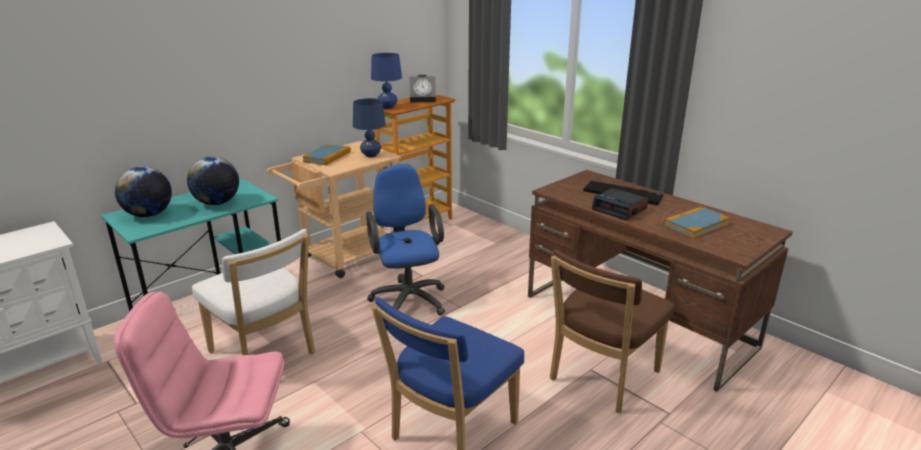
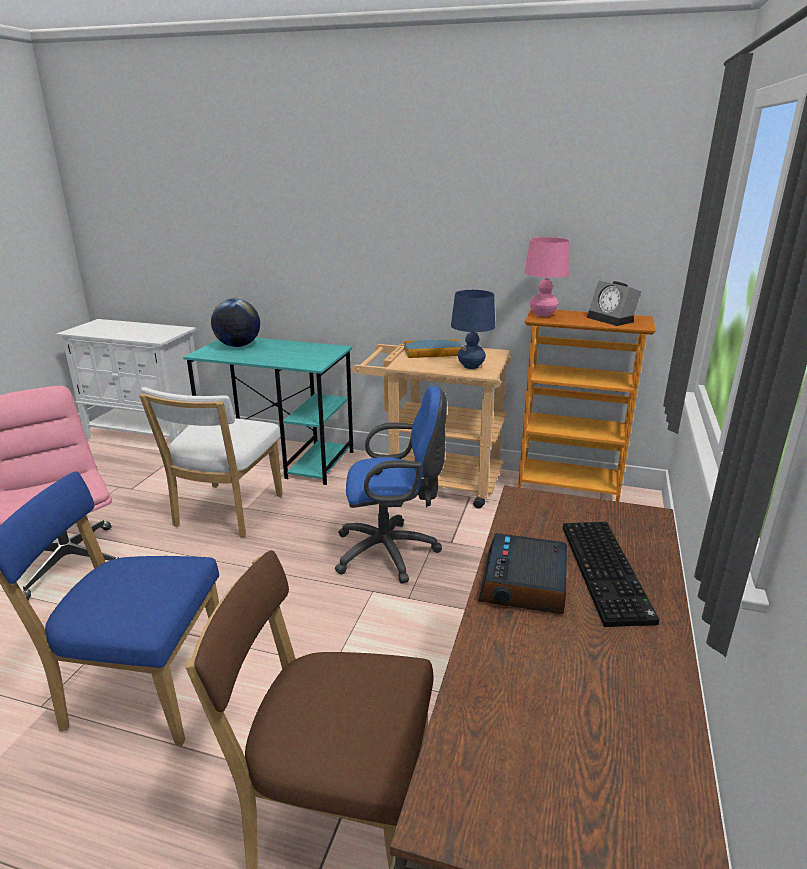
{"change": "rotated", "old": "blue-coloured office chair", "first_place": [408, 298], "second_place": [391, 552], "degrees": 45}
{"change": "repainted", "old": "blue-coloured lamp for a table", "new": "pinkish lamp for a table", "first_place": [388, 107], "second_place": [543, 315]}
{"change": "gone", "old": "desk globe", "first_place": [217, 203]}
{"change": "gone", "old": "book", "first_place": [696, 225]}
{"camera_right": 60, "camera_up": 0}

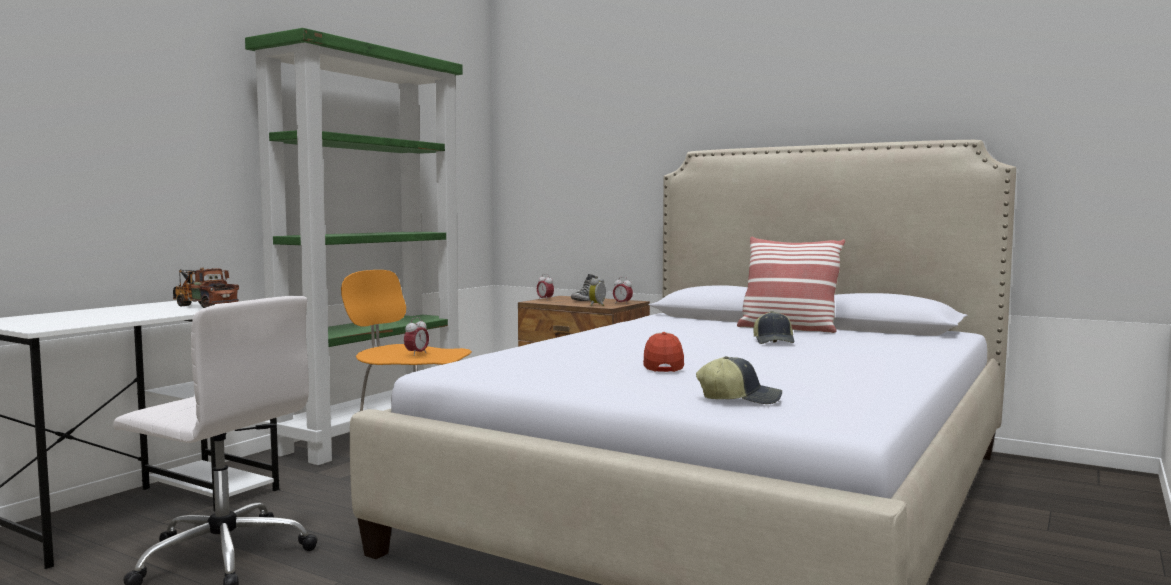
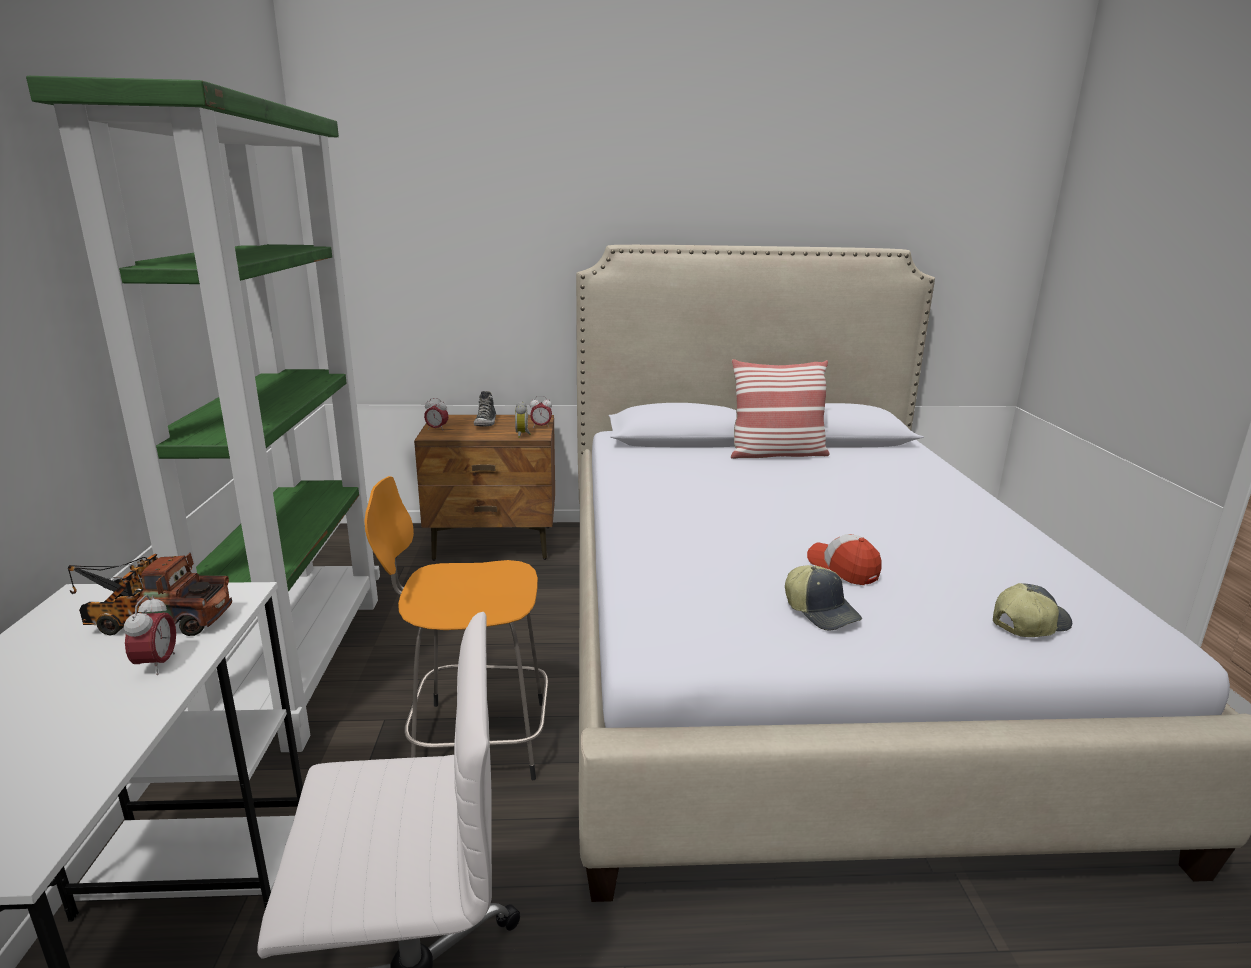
{"change": "shifted", "old": "alarm clock", "first_place": [416, 354], "second_place": [157, 664]}
{"change": "shifted", "old": "peaked cap", "first_place": [774, 342], "second_place": [821, 611]}
{"camera_right": -35, "camera_up": 15}

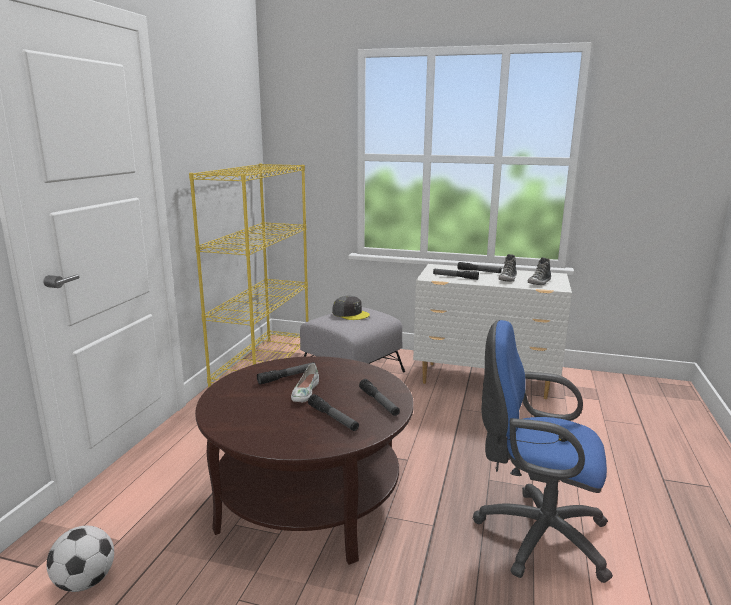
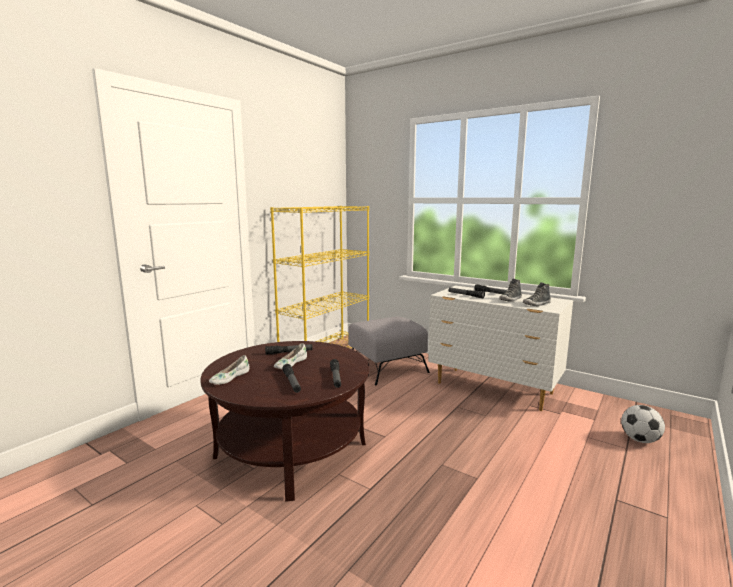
{"change": "new", "new": "white shoe", "second_place": [229, 377]}
{"change": "shifted", "old": "football ball", "first_place": [85, 581], "second_place": [640, 440]}
{"change": "gone", "old": "grey peaked cap", "first_place": [350, 314]}
{"change": "gone", "old": "blue-coloured office chair", "first_place": [535, 534]}
{"camera_right": 20, "camera_up": -5}

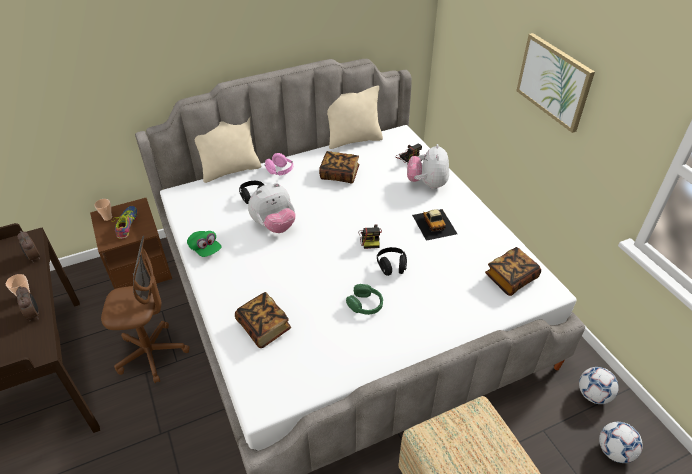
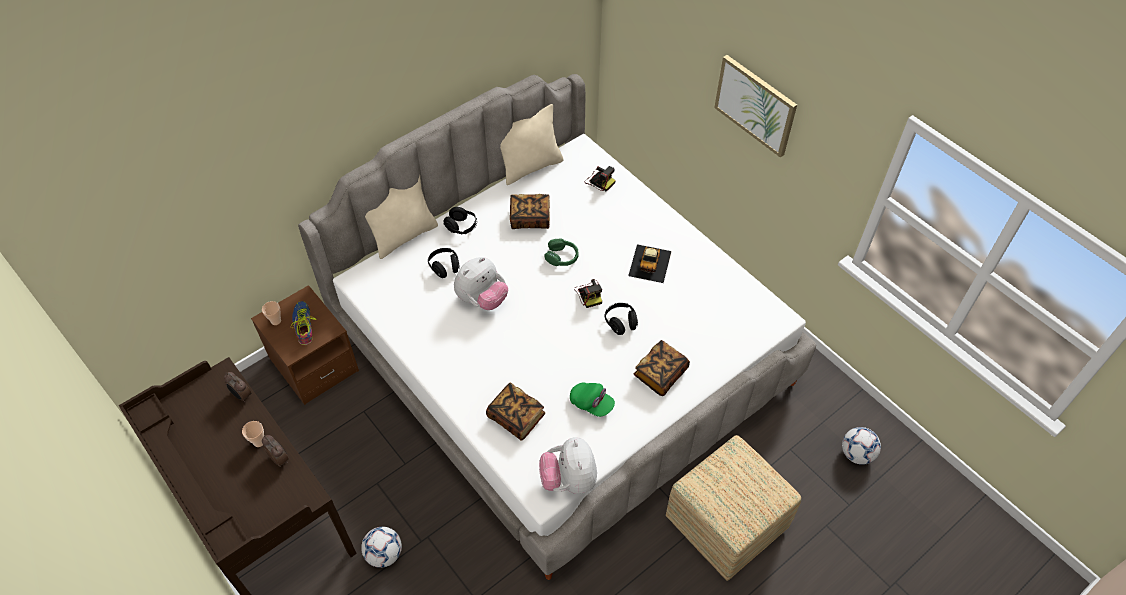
{"change": "shifted", "old": "football ball", "first_place": [593, 395], "second_place": [384, 554]}
{"change": "repainted", "old": "pinkish pair of headphones", "new": "blackish pair of headphones", "first_place": [280, 171], "second_place": [461, 227]}
{"change": "shifted", "old": "plush toy", "first_place": [427, 184], "second_place": [569, 480]}
{"change": "shifted", "old": "green pair of headphones", "first_place": [365, 304], "second_place": [562, 257]}
{"change": "shifted", "old": "green peaked cap", "first_place": [205, 249], "second_place": [591, 404]}
{"change": "rotated", "old": "toy car", "first_place": [434, 224], "second_place": [650, 263], "degrees": 45}
{"change": "shifted", "old": "book", "first_place": [511, 278], "second_place": [660, 374]}
{"change": "gone", "old": "brown office chair", "first_place": [152, 354]}
{"camera_right": -15, "camera_up": 10}

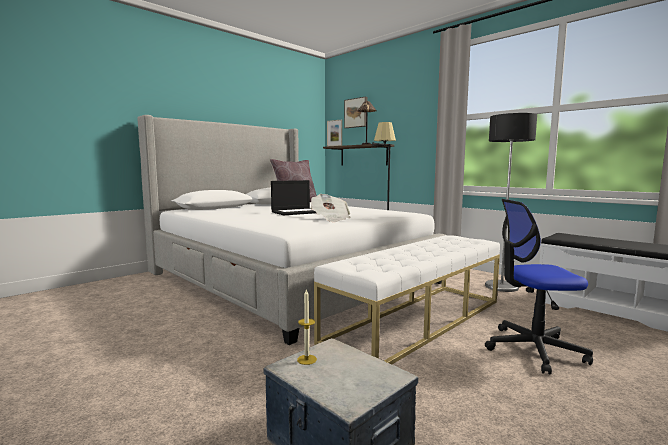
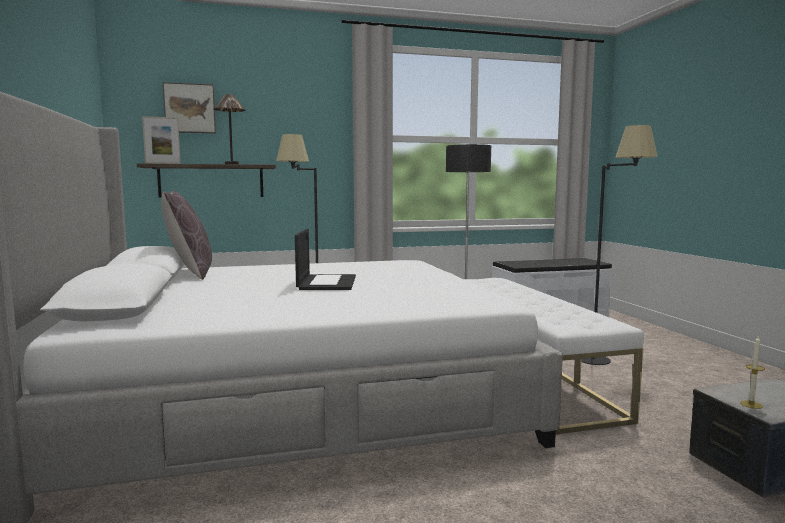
{"change": "swapped", "old": "office chair", "new": "blackish standing lamp", "first_place": [533, 349], "second_place": [609, 360]}
{"change": "gone", "old": "daily paper", "first_place": [330, 219]}
{"camera_right": -60, "camera_up": 0}

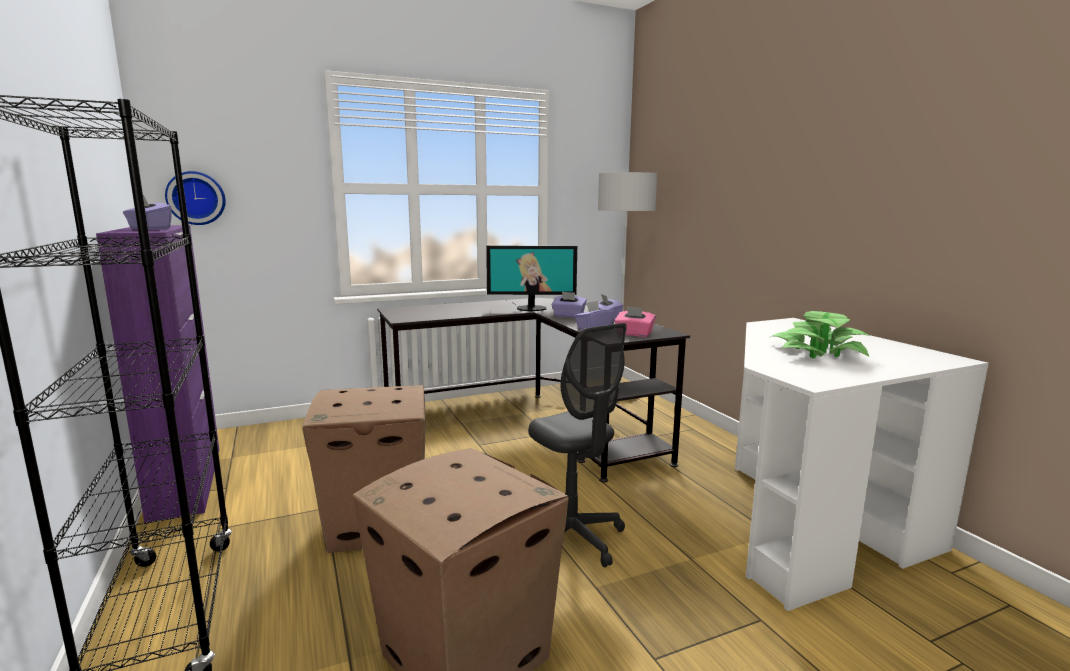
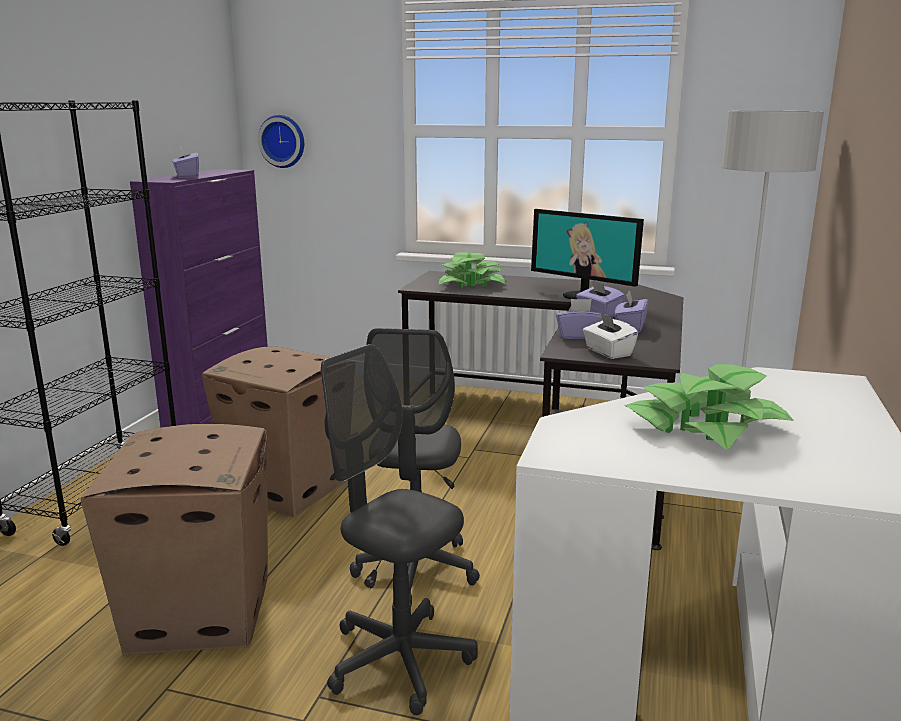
{"change": "new", "new": "grey office chair", "second_place": [399, 660]}
{"change": "new", "new": "potted plant", "second_place": [472, 284]}
{"change": "repainted", "old": "pinkish tissue box", "new": "white tissue box", "first_place": [634, 334], "second_place": [608, 352]}
{"camera_right": 40, "camera_up": 5}

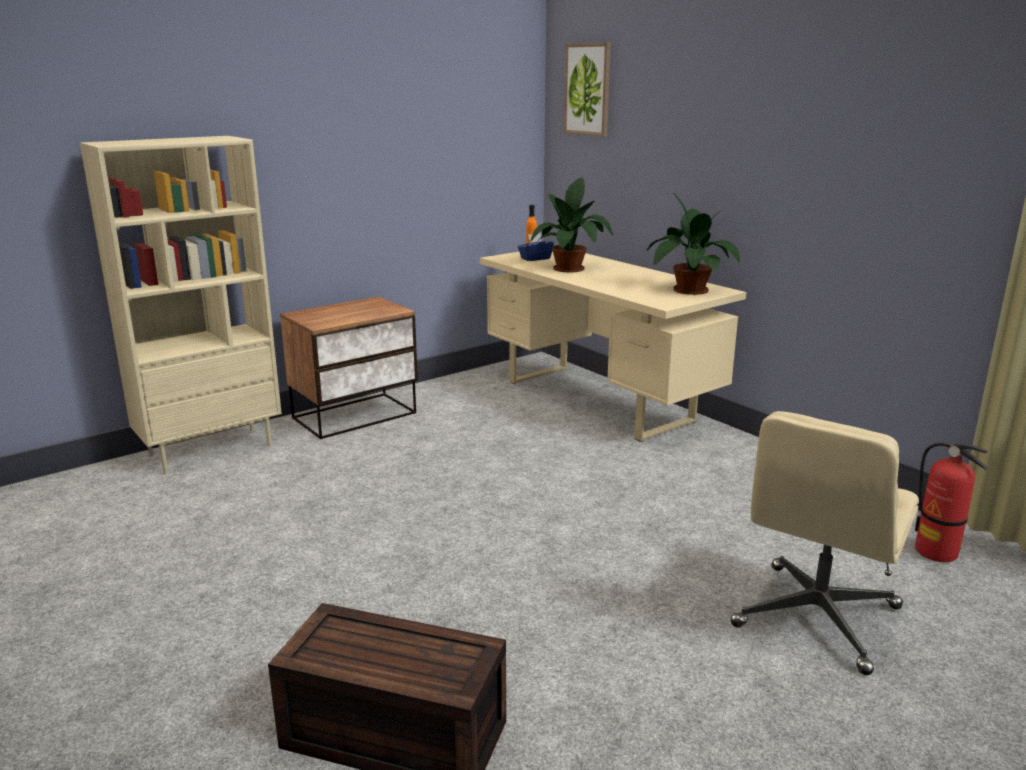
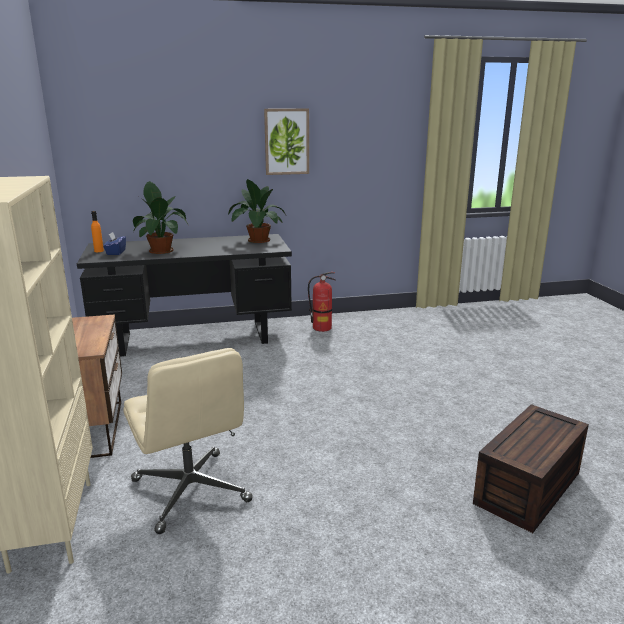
{"change": "repainted", "old": "sand-coloured desk table", "new": "blackish desk table", "first_place": [598, 400], "second_place": [195, 338]}
{"change": "shifted", "old": "sand-coloured office chair", "first_place": [816, 618], "second_place": [191, 491]}
{"change": "shifted", "old": "wall picture", "first_place": [588, 89], "second_place": [286, 141]}
{"change": "shifted", "old": "fire extinguisher", "first_place": [936, 552], "second_place": [322, 328]}
{"camera_right": -65, "camera_up": 0}

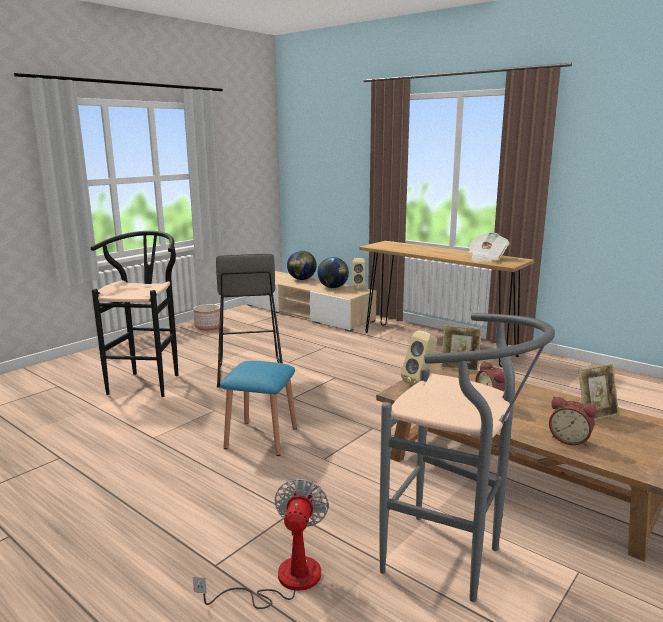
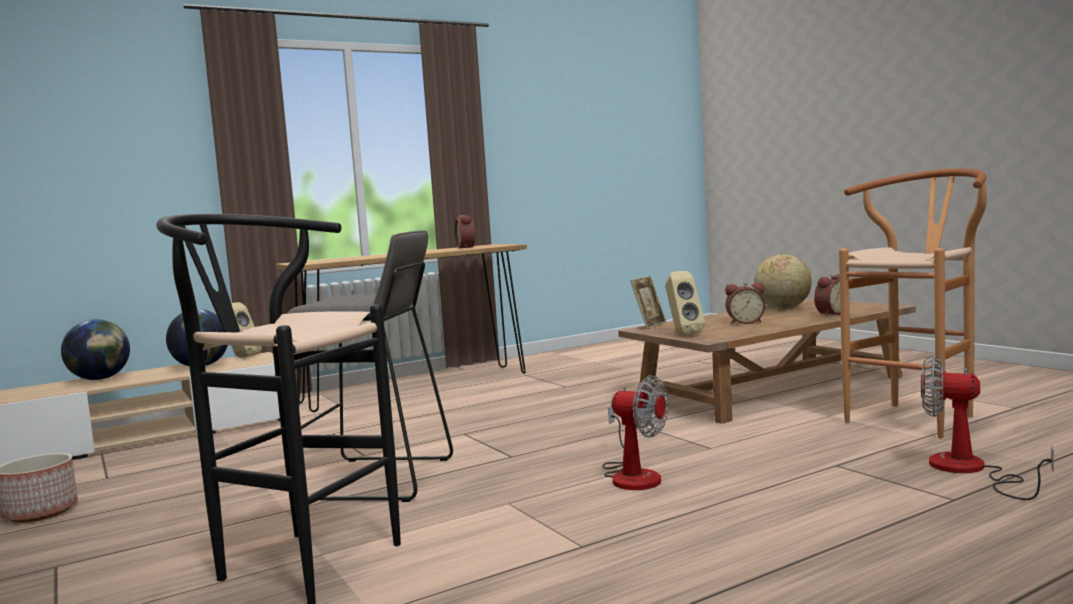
{"change": "swapped", "old": "daily paper", "new": "alarm clock", "first_place": [486, 258], "second_place": [467, 247]}
{"change": "swapped", "old": "blue-coloured stool", "new": "cooling fan", "first_place": [261, 438], "second_place": [633, 475]}
{"change": "swapped", "old": "photo frame", "new": "desk globe", "first_place": [595, 415], "second_place": [783, 308]}
{"change": "repainted", "old": "grey stool", "new": "brown stool", "first_place": [453, 562], "second_place": [917, 417]}
{"camera_right": -70, "camera_up": -10}

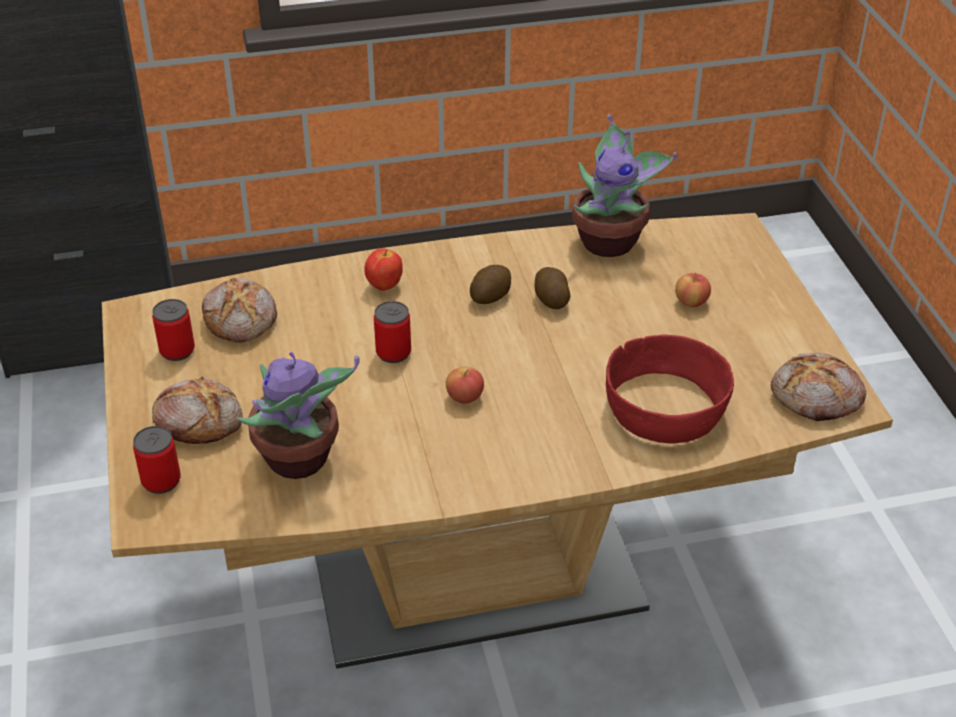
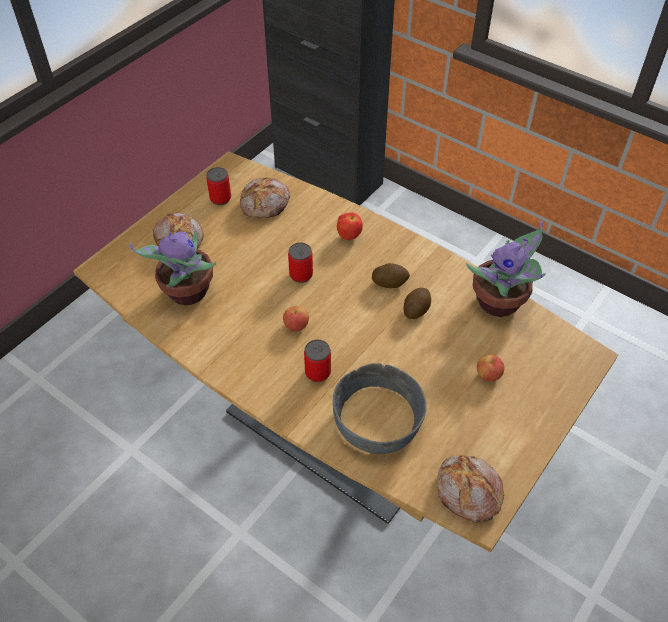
{"change": "shifted", "old": "metal can", "first_place": [161, 481], "second_place": [318, 372]}
{"change": "repainted", "old": "red-coloured deep dish", "new": "grey deep dish", "first_place": [667, 408], "second_place": [378, 421]}
{"camera_right": 50, "camera_up": 10}

